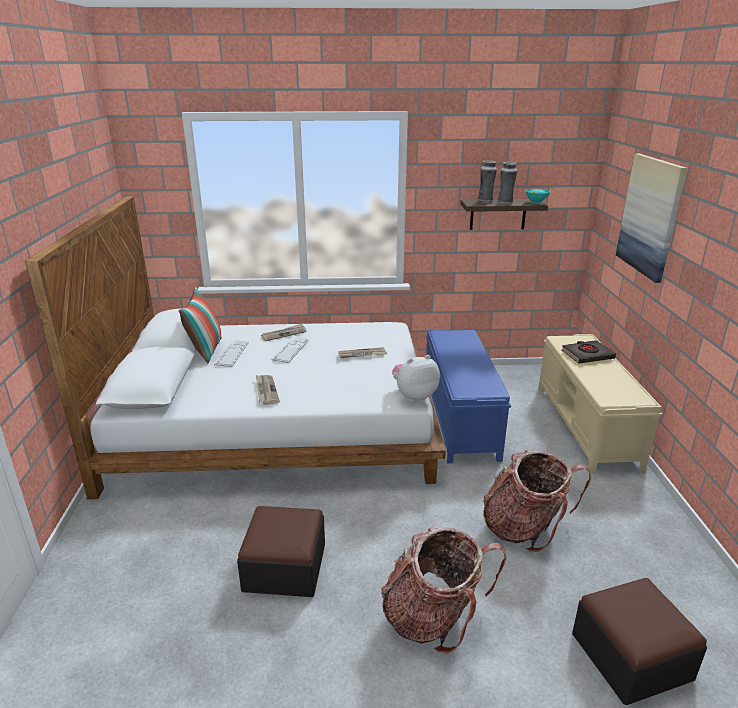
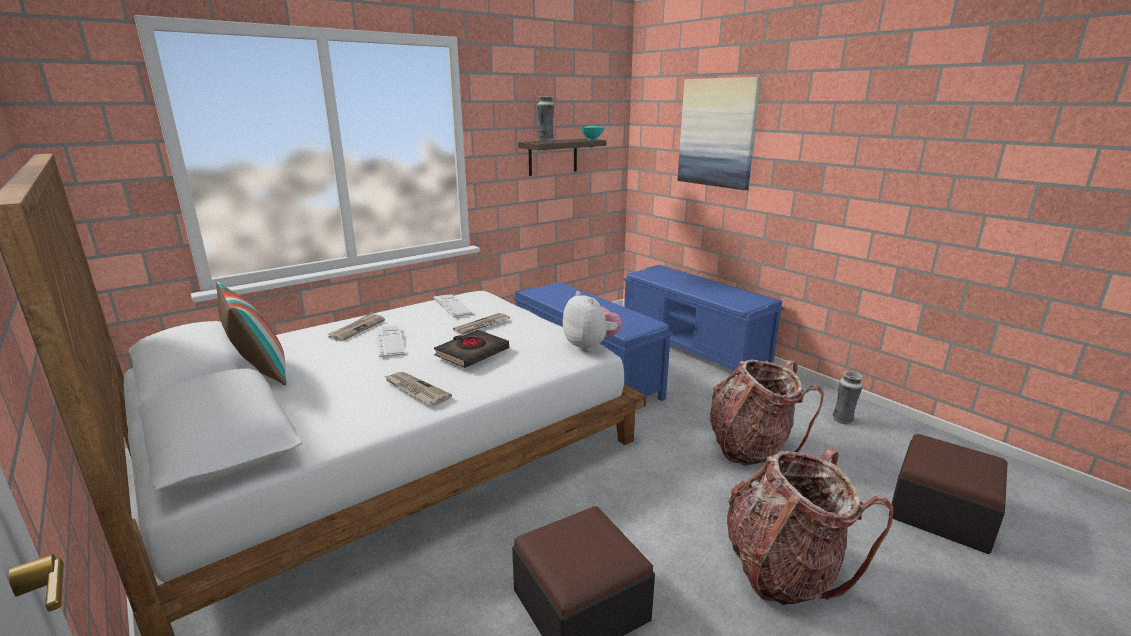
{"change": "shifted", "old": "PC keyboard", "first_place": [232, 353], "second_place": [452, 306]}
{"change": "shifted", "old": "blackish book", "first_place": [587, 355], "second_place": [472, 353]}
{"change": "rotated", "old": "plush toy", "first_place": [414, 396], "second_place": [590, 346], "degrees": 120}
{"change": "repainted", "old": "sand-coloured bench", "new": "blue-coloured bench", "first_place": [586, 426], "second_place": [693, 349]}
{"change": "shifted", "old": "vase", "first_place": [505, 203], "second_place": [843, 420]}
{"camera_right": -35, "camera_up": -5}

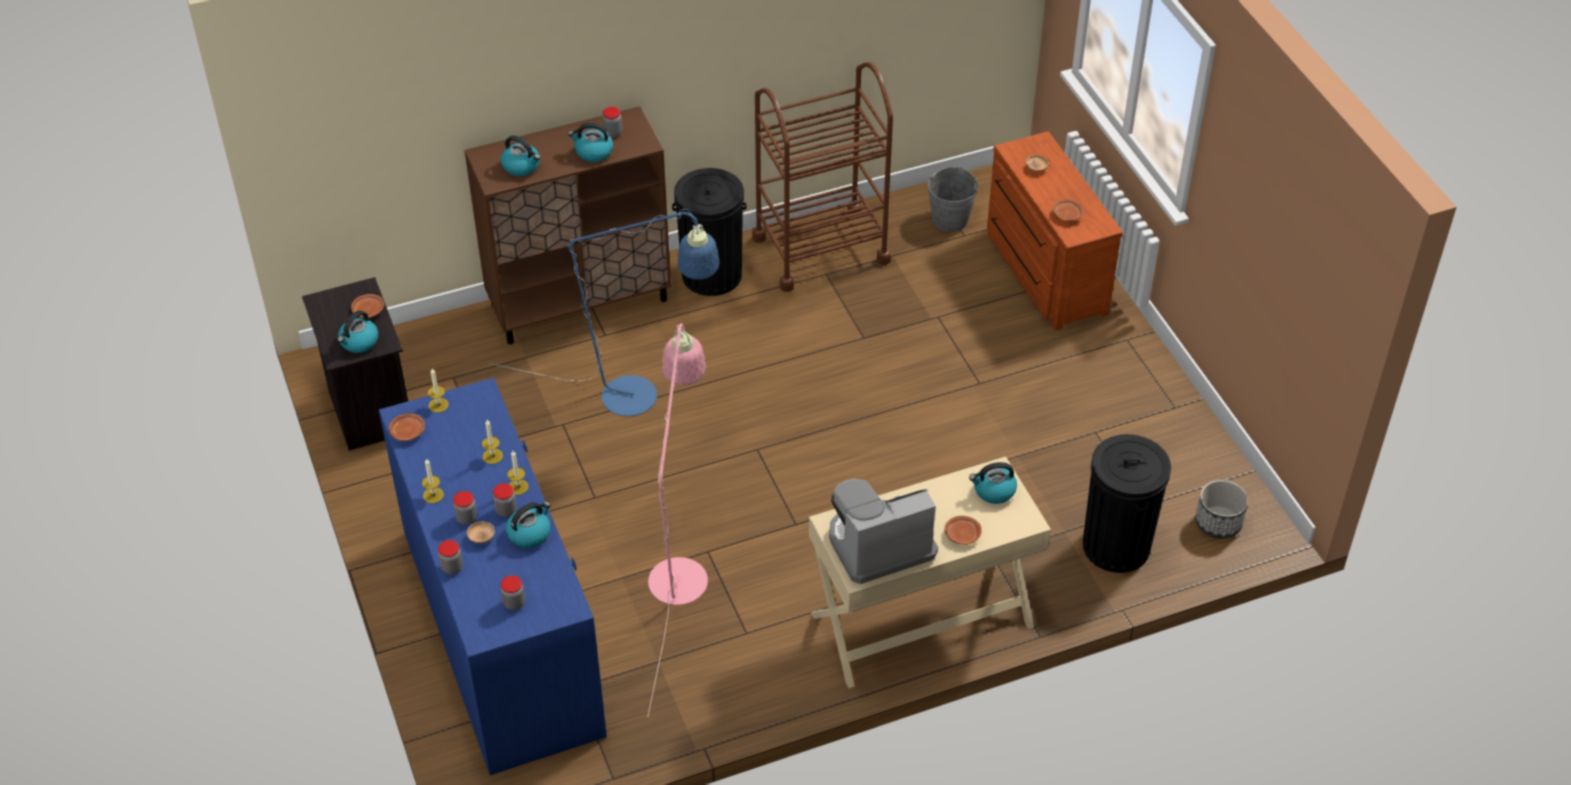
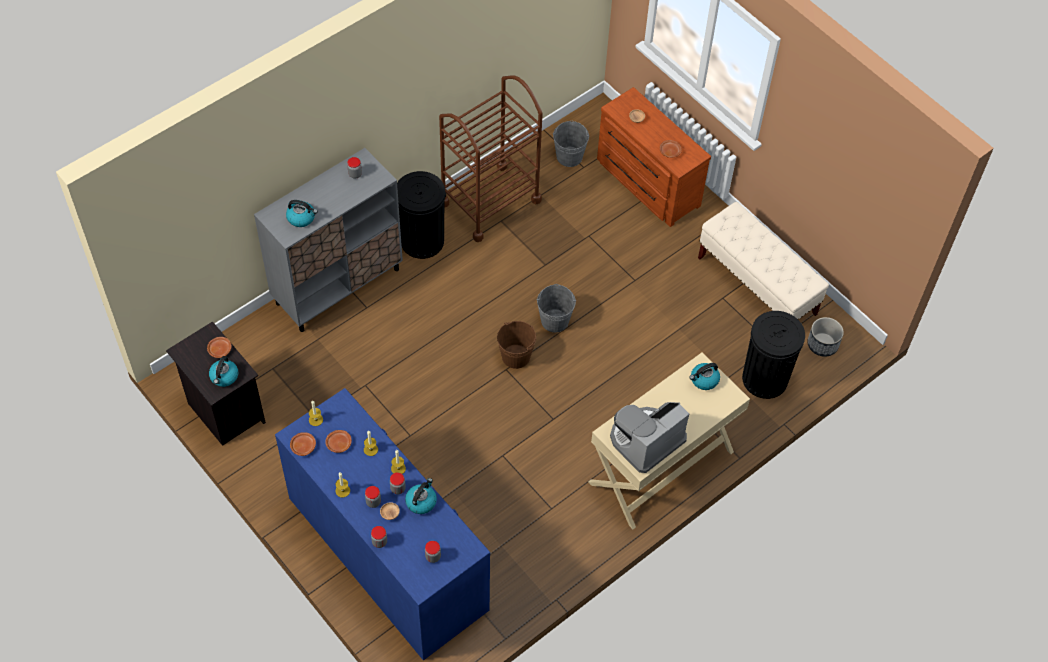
{"change": "repainted", "old": "brown cabinet", "new": "grey cabinet", "first_place": [580, 302], "second_place": [338, 286]}
{"change": "shifted", "old": "brown flat dish", "first_place": [962, 535], "second_place": [338, 444]}
{"change": "new", "new": "brown pail", "second_place": [516, 356]}
{"change": "new", "new": "grey pail", "second_place": [554, 320]}
{"change": "new", "new": "sand-coloured bench", "second_place": [757, 286]}
{"change": "gone", "old": "blue-coloured standing lamp", "first_place": [644, 398]}
{"change": "gone", "old": "kettle", "first_place": [593, 152]}
{"change": "gone", "old": "pinkish standing lamp", "first_place": [680, 568]}
{"camera_right": -20, "camera_up": 10}

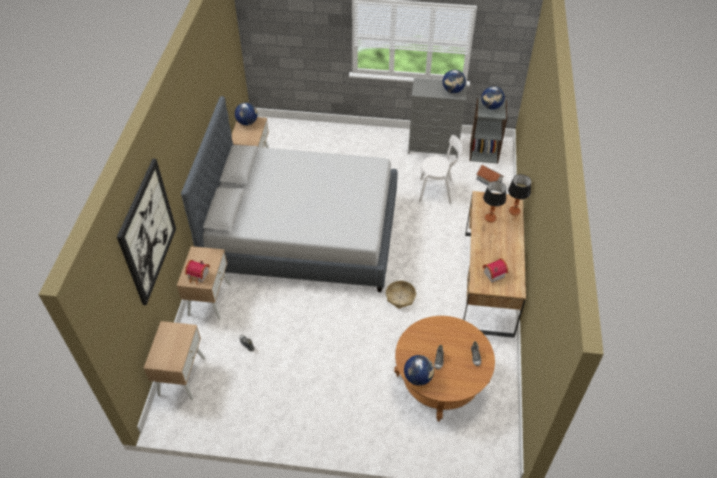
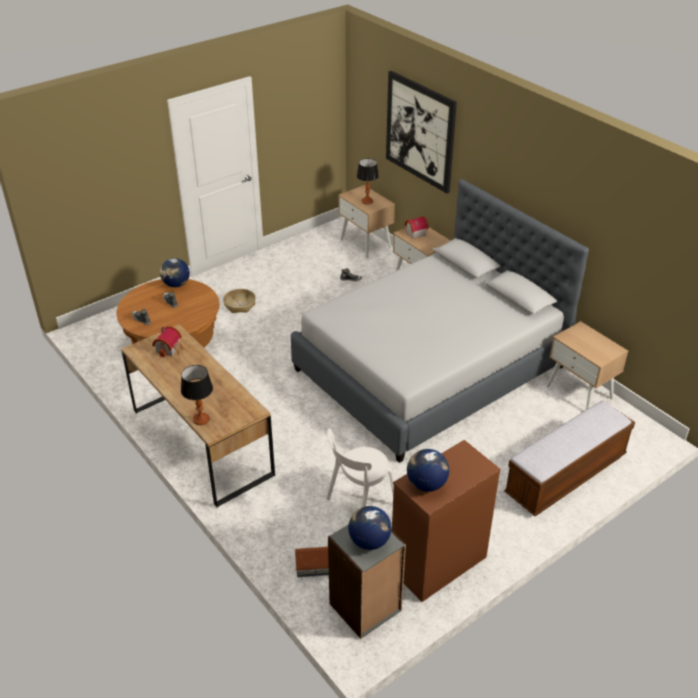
{"change": "shifted", "old": "basket", "first_place": [400, 297], "second_place": [240, 305]}
{"change": "shifted", "old": "lamp for a table", "first_place": [490, 218], "second_place": [367, 201]}
{"change": "repainted", "old": "grey drawer chest", "new": "brown drawer chest", "first_place": [434, 146], "second_place": [437, 564]}
{"change": "new", "new": "bench", "second_place": [565, 475]}
{"change": "gone", "old": "desk globe", "first_place": [247, 122]}
{"camera_right": 135, "camera_up": -10}

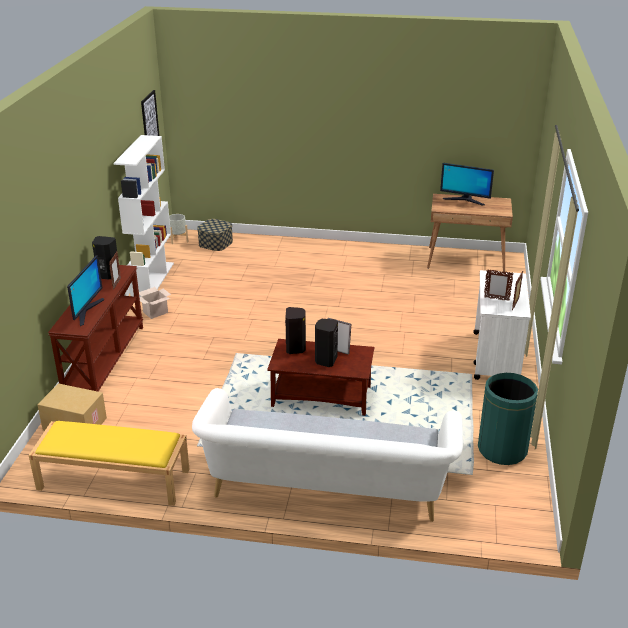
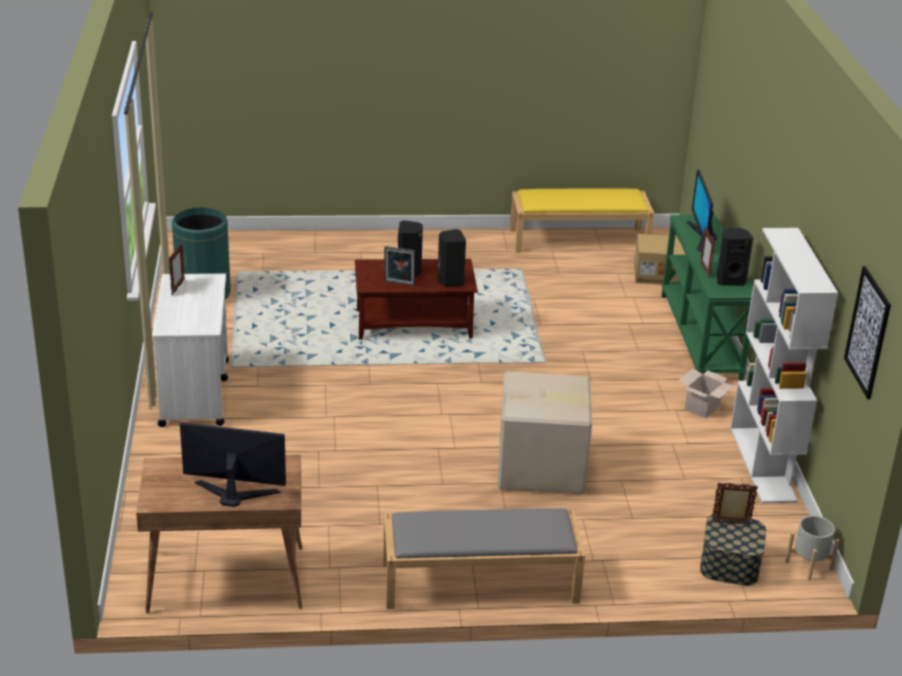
{"change": "new", "new": "grey bench", "second_place": [479, 583]}
{"change": "new", "new": "cardboard box", "second_place": [542, 468]}
{"change": "repainted", "old": "brown console table", "new": "green console table", "first_place": [104, 360], "second_place": [701, 337]}
{"change": "shifted", "old": "photo frame", "first_place": [496, 299], "second_place": [731, 523]}
{"change": "gone", "old": "white sofa", "first_place": [326, 485]}
{"camera_right": 165, "camera_up": 0}

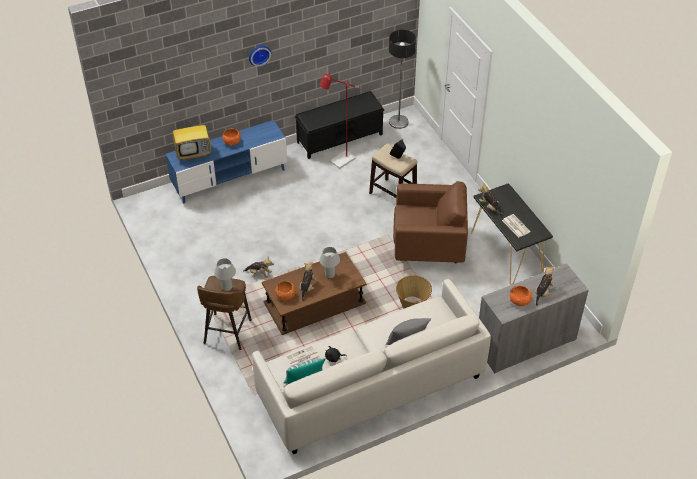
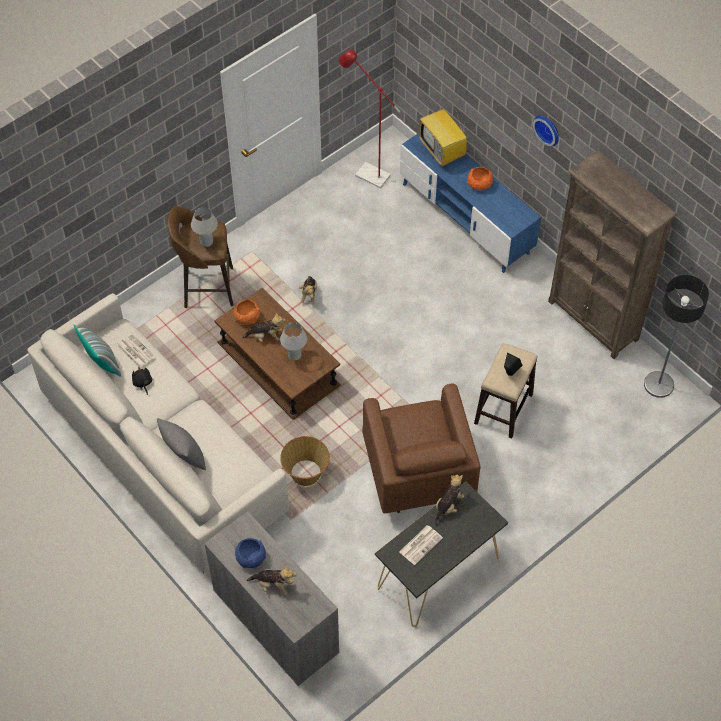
{"change": "repainted", "old": "orangey deep dish", "new": "blue-coloured deep dish", "first_place": [519, 300], "second_place": [250, 558]}
{"change": "shifted", "old": "red-coloured standing lamp", "first_place": [339, 162], "second_place": [367, 173]}
{"change": "swapped", "old": "blackish bench", "new": "brown bookcase", "first_place": [340, 138], "second_place": [593, 321]}
{"camera_right": 75, "camera_up": 10}

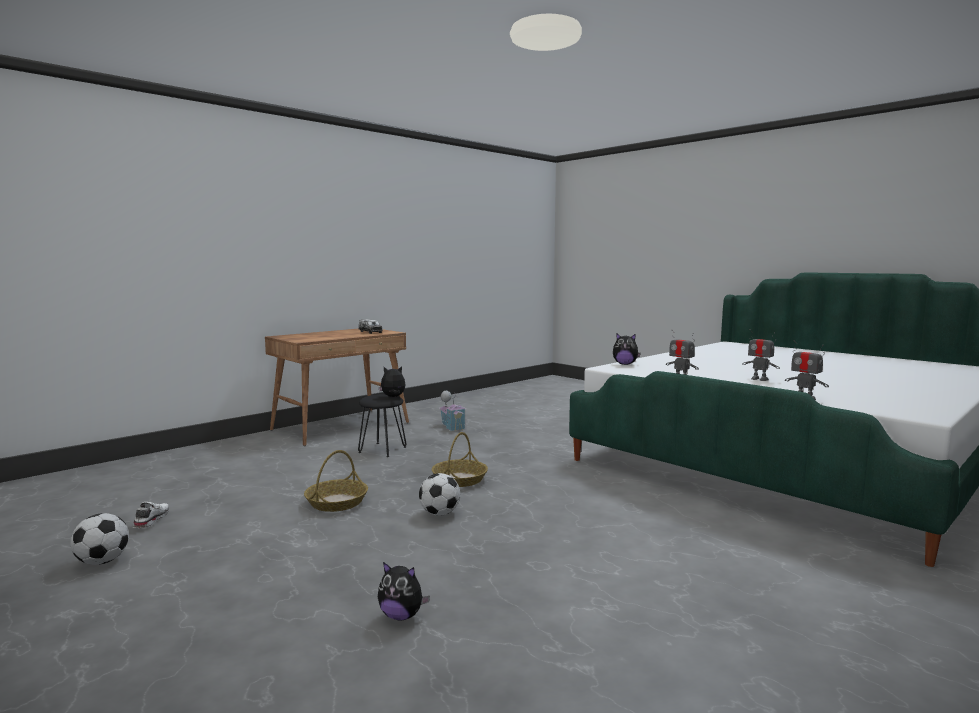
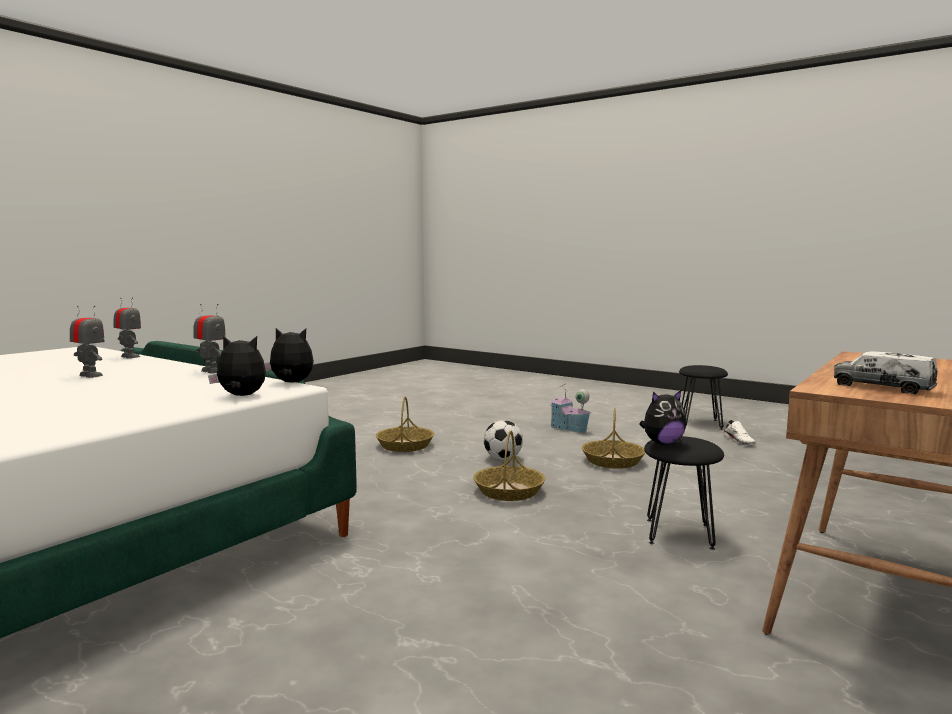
{"change": "shifted", "old": "plush toy", "first_place": [402, 616], "second_place": [291, 383]}
{"change": "new", "new": "basket", "second_place": [405, 446]}
{"change": "shifted", "old": "toy house", "first_place": [452, 427], "second_place": [568, 429]}
{"change": "swapped", "old": "football ball", "new": "blackish stool", "first_place": [102, 561], "second_place": [700, 423]}
{"camera_right": 170, "camera_up": 0}

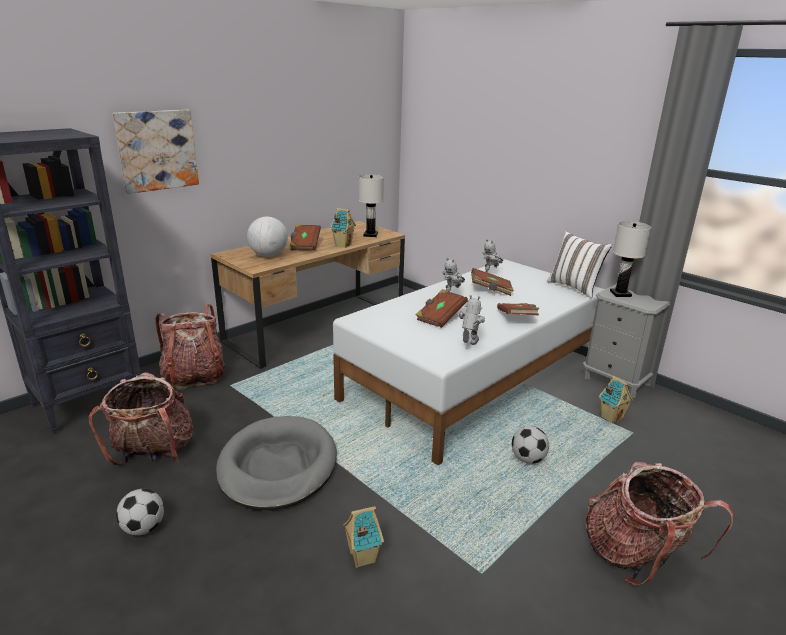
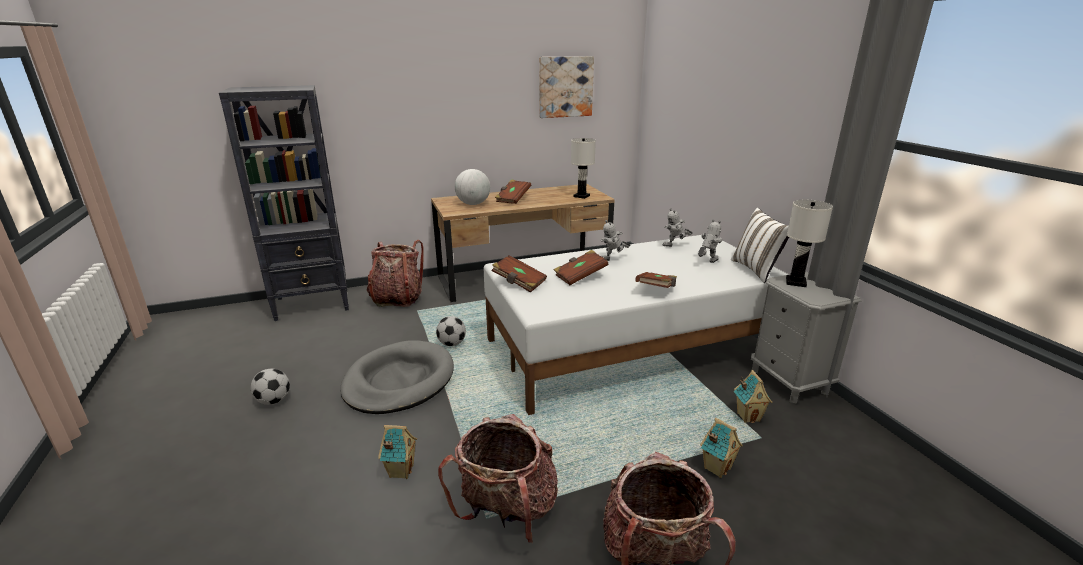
{"change": "shifted", "old": "football ball", "first_place": [528, 459], "second_place": [452, 344]}
{"change": "shifted", "old": "rucksack", "first_place": [153, 453], "second_place": [507, 511]}
{"change": "shifted", "old": "brown book", "first_place": [491, 290], "second_place": [519, 283]}
{"change": "shifted", "old": "wall picture", "first_place": [157, 150], "second_place": [565, 87]}
{"change": "shifted", "old": "model robot", "first_place": [468, 345], "second_place": [706, 262]}
{"change": "shifted", "old": "toy house", "first_place": [343, 245], "second_place": [716, 468]}
{"camera_right": 25, "camera_up": 0}

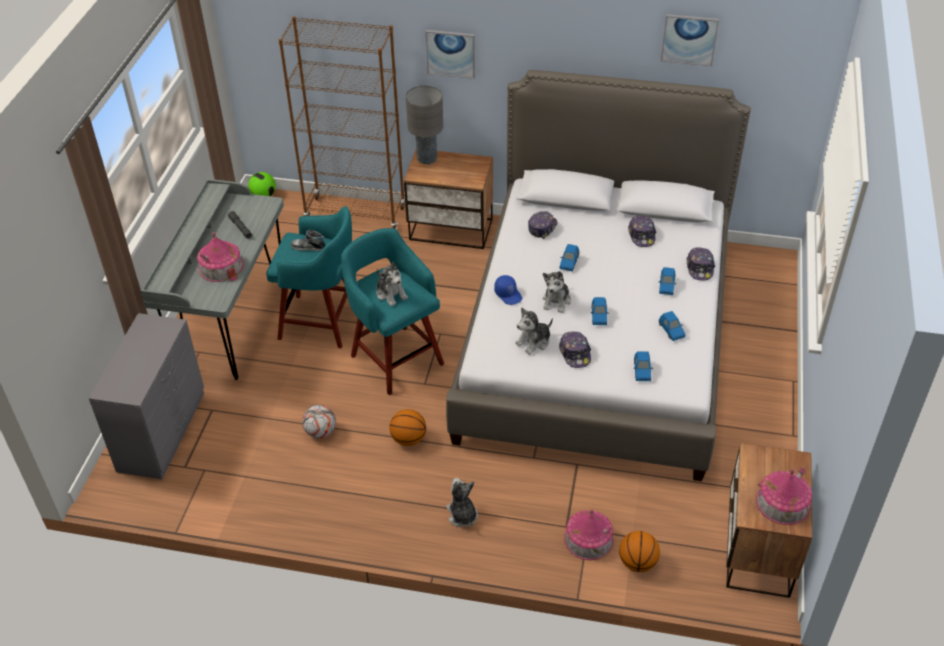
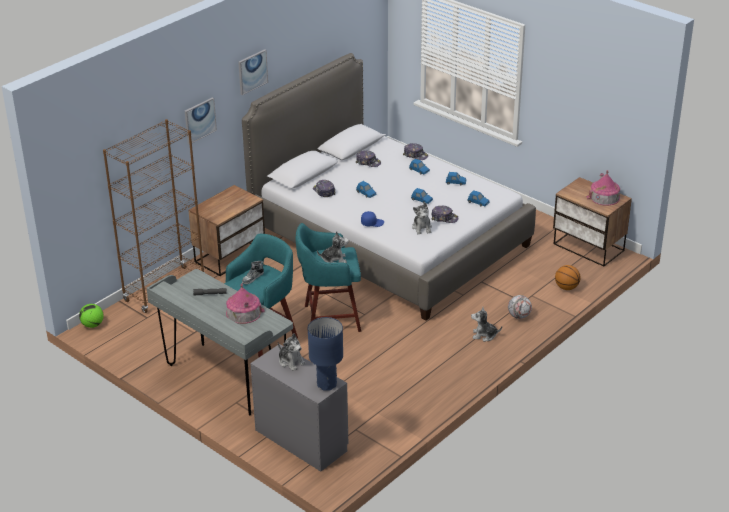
{"change": "shifted", "old": "wall picture", "first_place": [689, 39], "second_place": [252, 71]}
{"change": "shifted", "old": "plush toy", "first_place": [556, 301], "second_place": [291, 361]}
{"change": "new", "new": "blue-coloured lamp for a table", "second_place": [327, 384]}
{"change": "shifted", "old": "football ball", "first_place": [320, 432], "second_place": [519, 316]}
{"change": "gone", "old": "basketball", "first_place": [408, 439]}
{"change": "gone", "old": "grey lamp for a table", "first_place": [426, 159]}
{"change": "gone", "old": "toy house", "first_place": [588, 539]}
{"camera_right": -60, "camera_up": -10}

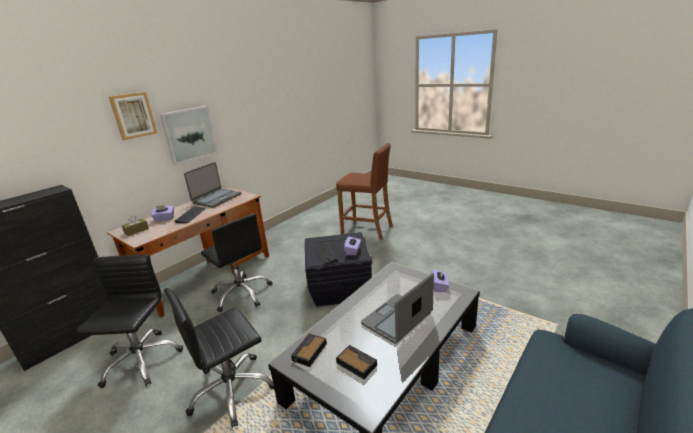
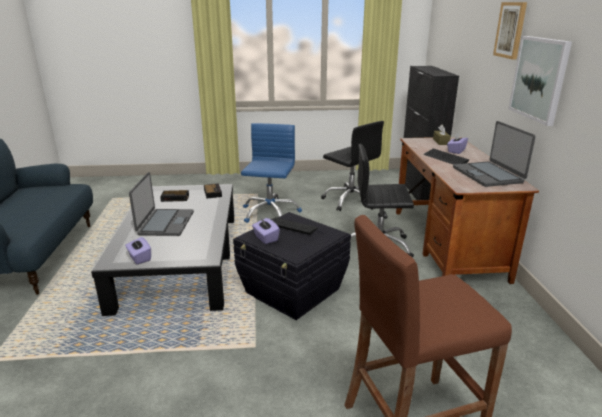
{"change": "repainted", "old": "blackish office chair", "new": "blue-coloured office chair", "first_place": [232, 390], "second_place": [270, 213]}
{"camera_right": 135, "camera_up": 0}

